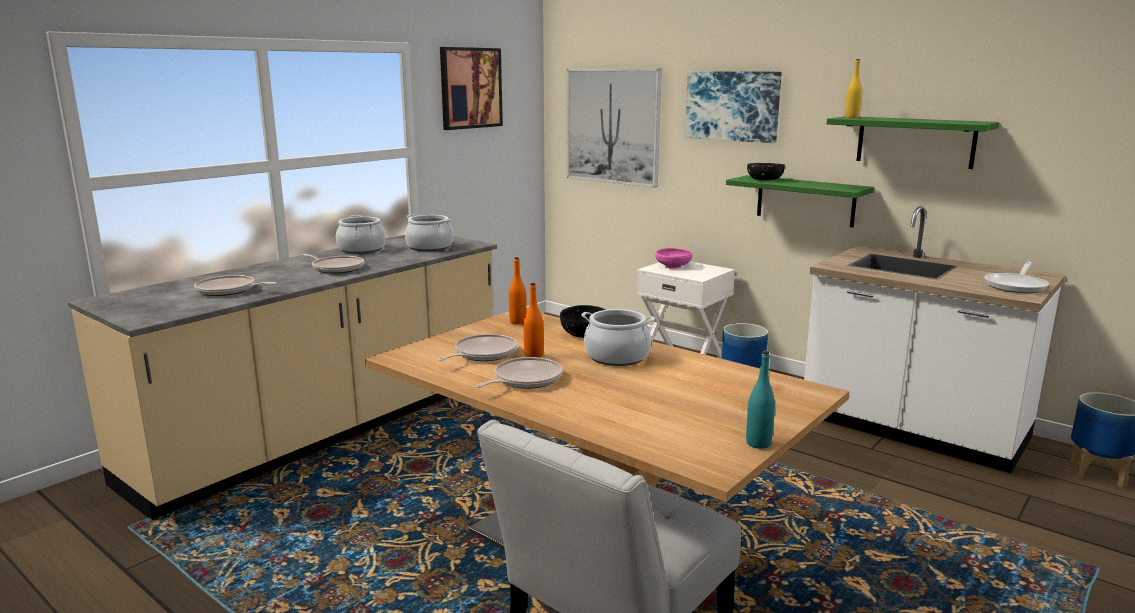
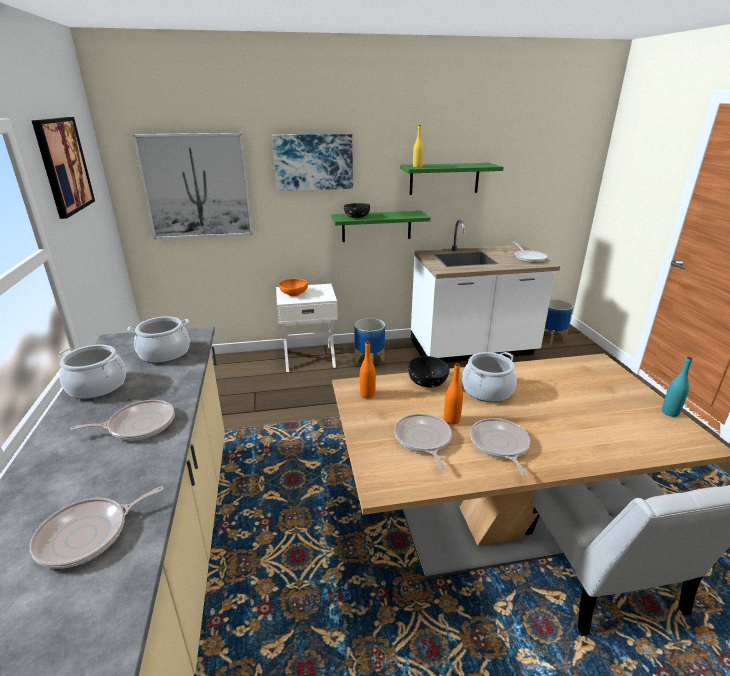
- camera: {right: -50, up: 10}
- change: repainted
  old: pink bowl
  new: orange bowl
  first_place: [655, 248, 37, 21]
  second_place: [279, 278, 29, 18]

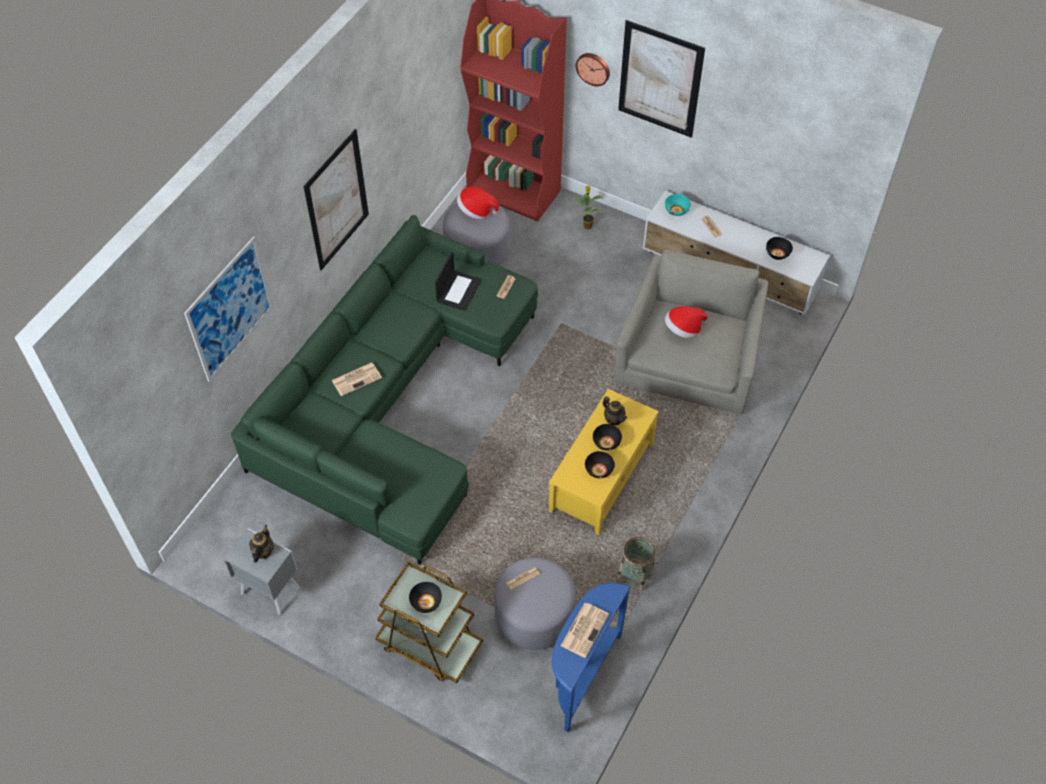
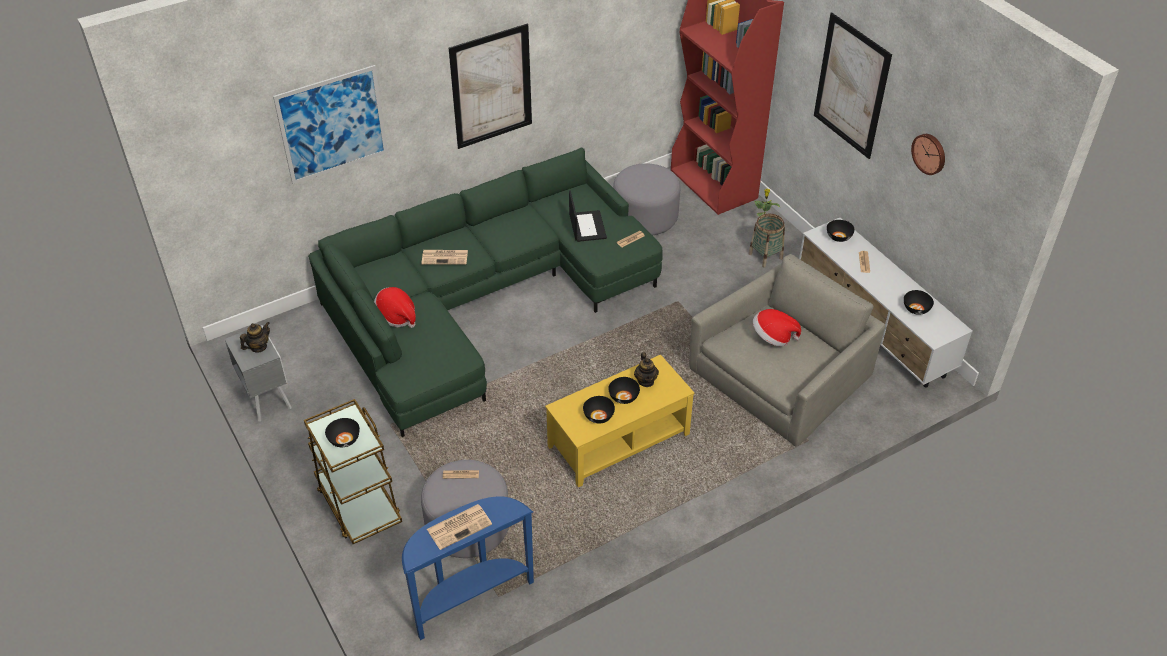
- camera: {right: 30, up: -10}
- change: shifted
  old: hat
  first_place: [457, 187, 42, 32]
  second_place: [374, 287, 42, 41]
- change: rotated
  old: laptop
  first_place: [435, 252, 47, 59]
  second_place: [569, 190, 38, 52]
  degrees: -60
- change: shifted
  old: basket
  first_place: [617, 537, 38, 54]
  second_place: [748, 214, 37, 54]
- change: repainted
  old: turquoise bowl
  new: black bowl
  first_place: [665, 194, 26, 22]
  second_place: [827, 220, 28, 22]
- change: shifted
  old: wall clock
  first_place: [576, 53, 34, 33]
  second_place: [911, 134, 34, 41]

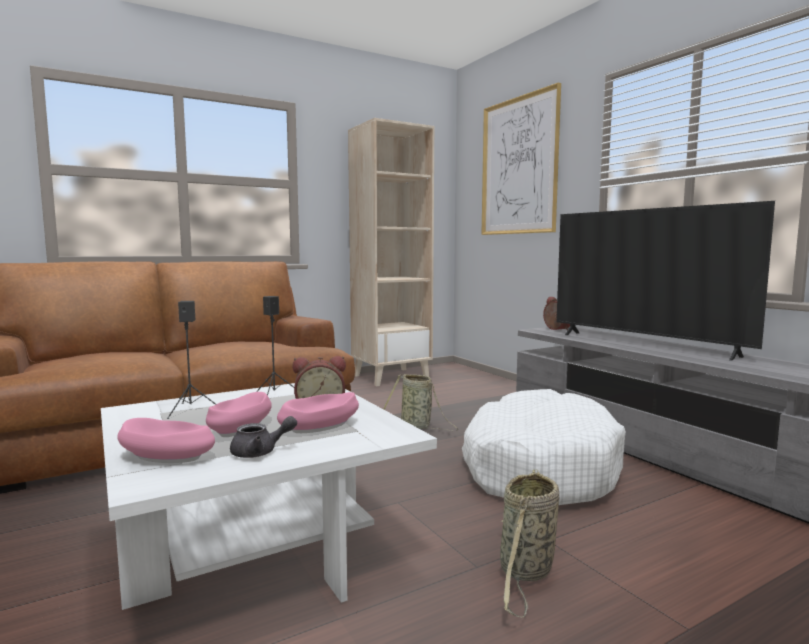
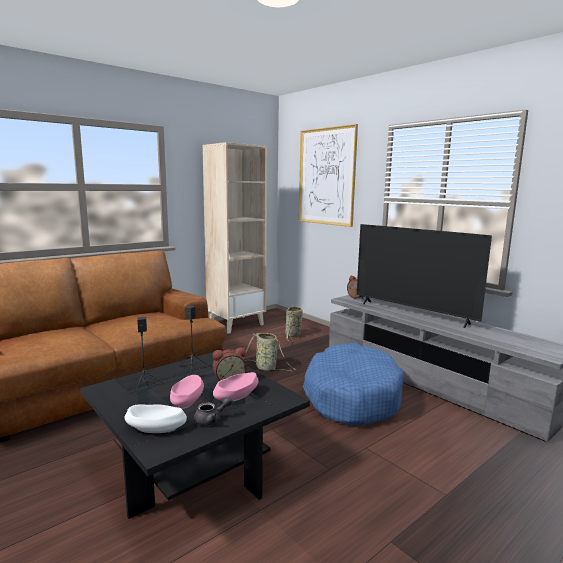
- camera: {right: -10, up: 5}
- change: repainted
  old: white coffee table
  new: black coffee table
  first_place: [101, 383, 336, 227]
  second_place: [80, 352, 230, 167]
- change: repainted
  old: pink bowl
  new: white bowl
  first_place: [117, 418, 98, 45]
  second_place: [125, 404, 62, 29]
- change: shifted
  old: basket
  first_place: [500, 469, 59, 148]
  second_place: [285, 306, 18, 36]
- change: repainted
  old: white dog bed
  new: blue dog bed
  first_place: [462, 389, 164, 116]
  second_place: [303, 343, 101, 83]

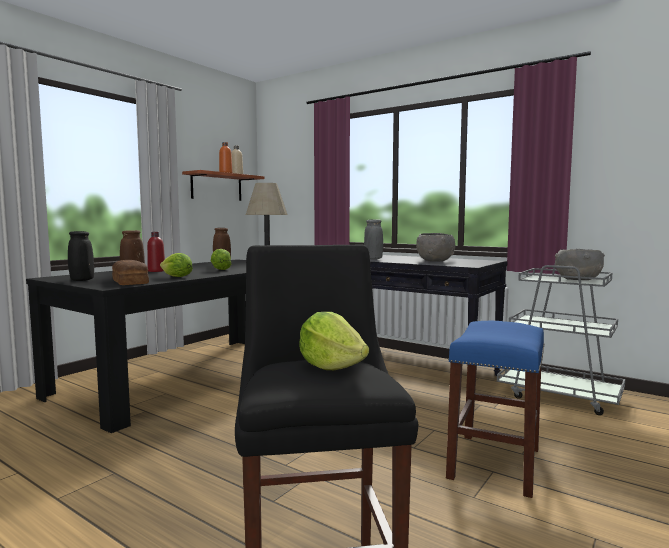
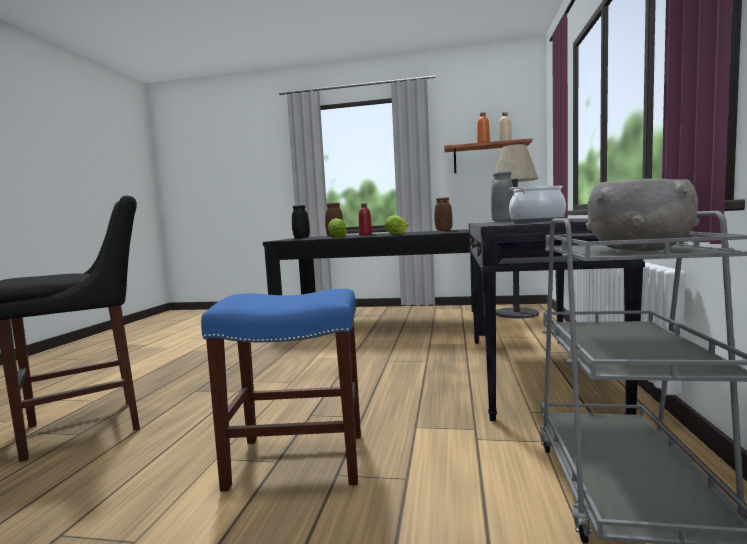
- camera: {right: 65, up: 0}
- change: swapped
  old: grey bowl
  new: cooking pot
  first_place: [416, 233, 39, 28]
  second_place: [509, 186, 57, 37]
- change: gone
  old: bread
  first_place: [112, 260, 37, 25]
- change: gone
  old: lettuce
  first_place: [299, 312, 70, 58]

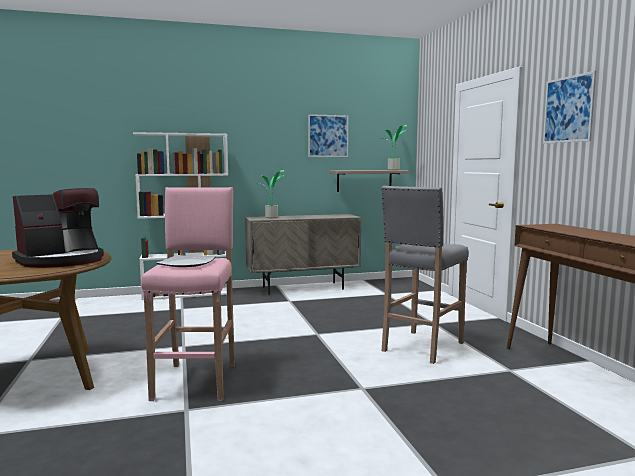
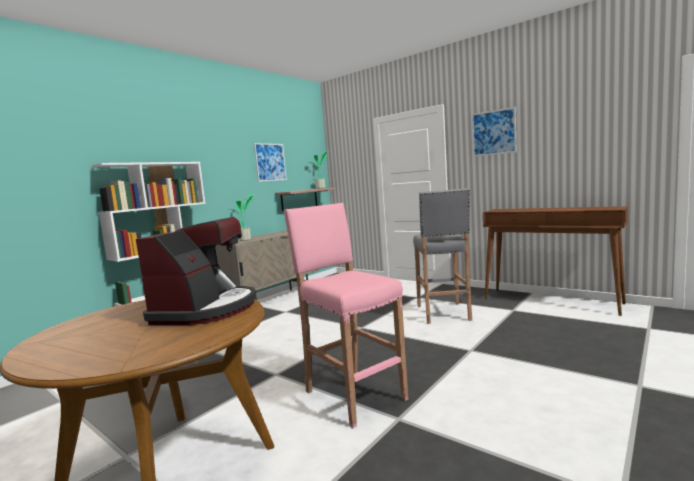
- camera: {right: -35, up: 0}
- change: gone
  old: plate
  first_place: [156, 255, 60, 12]

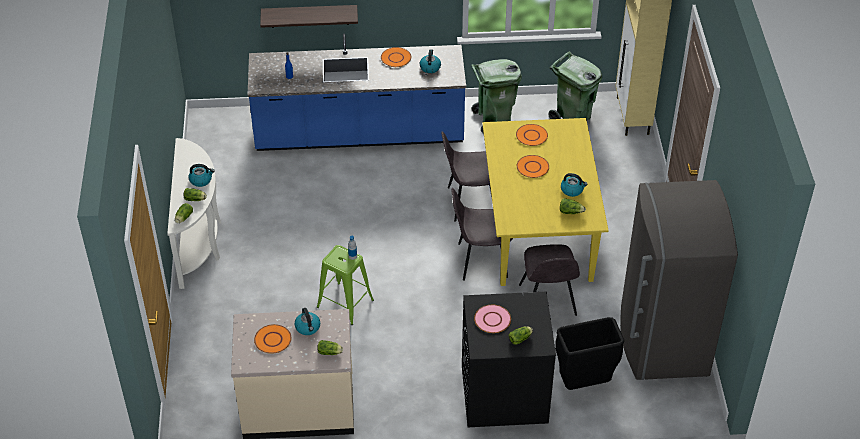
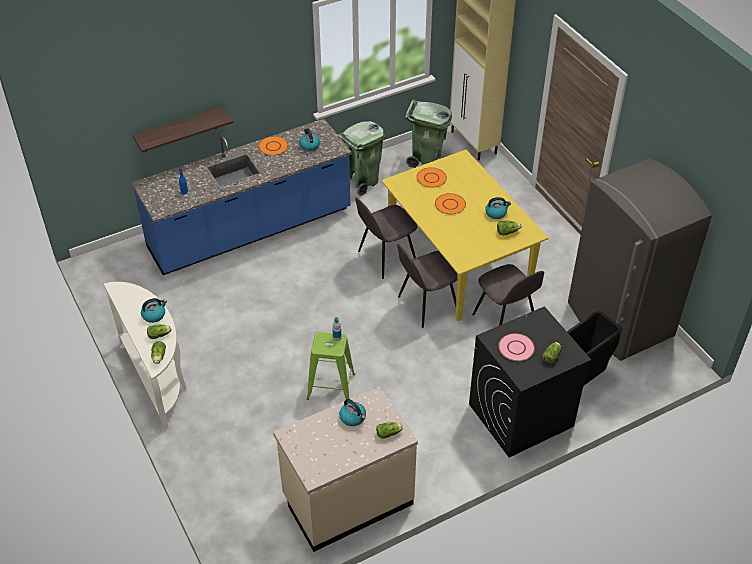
- camera: {right: -25, up: 0}
- change: gone
  old: orange plate
  first_place: [254, 324, 38, 30]

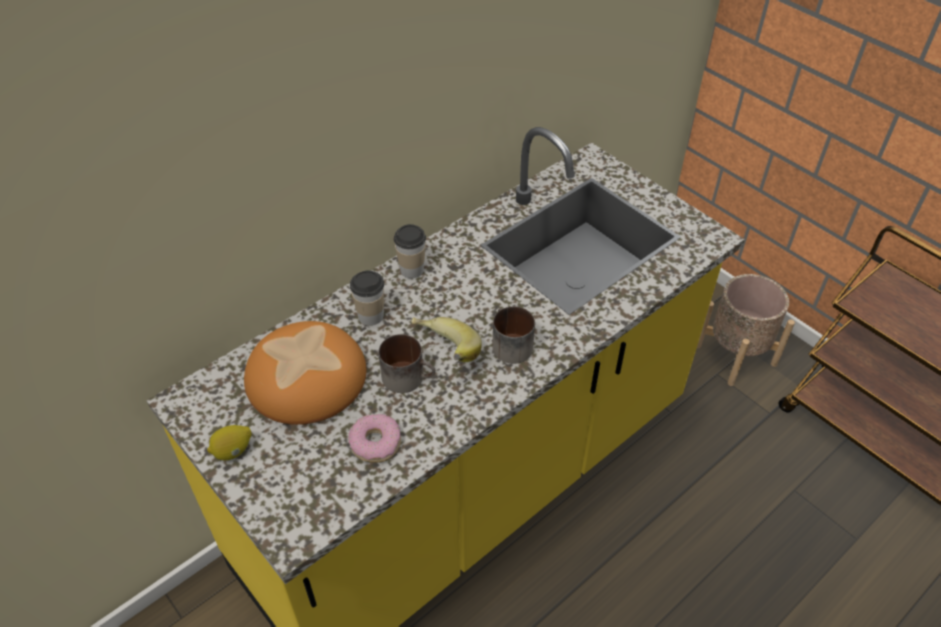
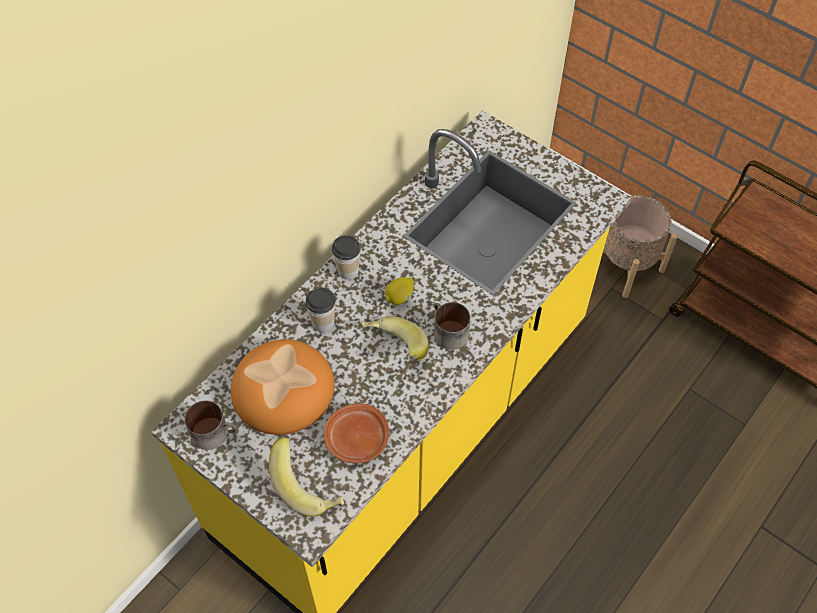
- camera: {right: -10, up: 10}
- change: shifted
  old: mug
  first_place: [379, 334, 57, 59]
  second_place: [184, 401, 53, 49]
- change: new
  new: banana
  second_place: [269, 437, 75, 80]
- change: swapped
  old: donut
  new: brown plate
  first_place: [348, 414, 53, 49]
  second_place: [324, 403, 65, 60]
- change: shifted
  old: lemon
  first_place: [207, 425, 45, 35]
  second_place: [385, 277, 29, 28]

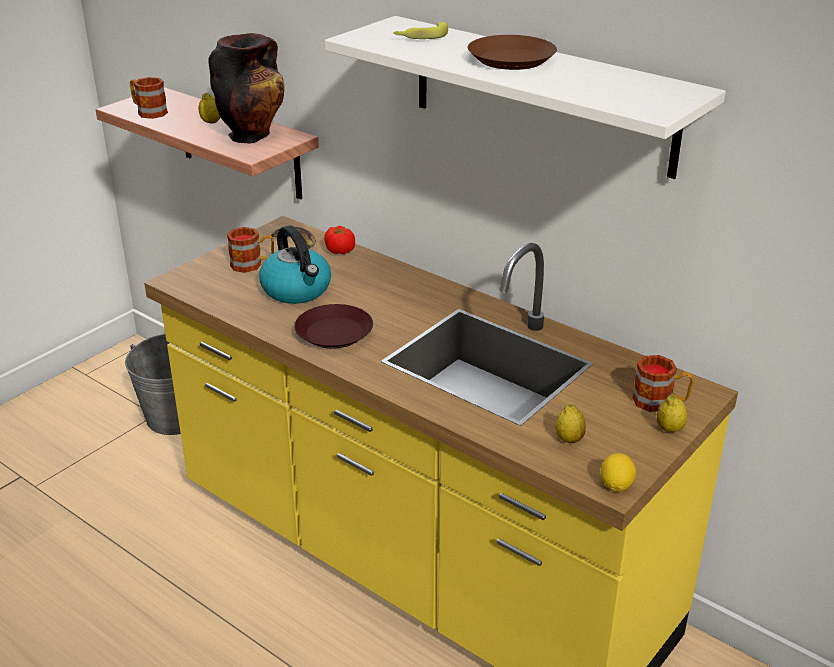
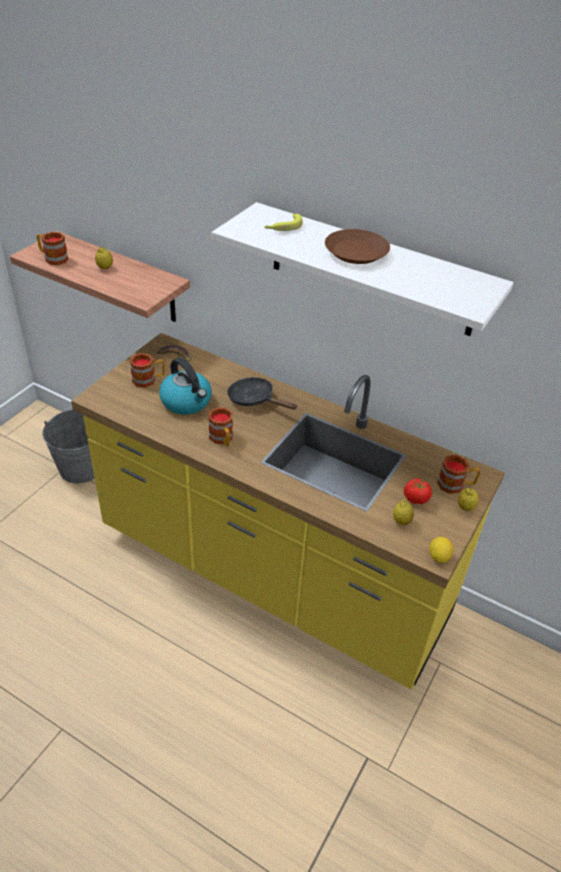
- camera: {right: -10, up: 10}
- change: swapped
  old: brown plate
  new: mug
  first_place: [294, 304, 79, 44]
  second_place: [208, 407, 25, 39]
- change: new
  new: black frying pan
  second_place: [227, 377, 70, 33]
- change: shifted
  old: tomato
  first_place: [324, 226, 31, 28]
  second_place: [404, 478, 28, 26]
- change: gone
  old: vase
  first_place: [208, 33, 77, 110]

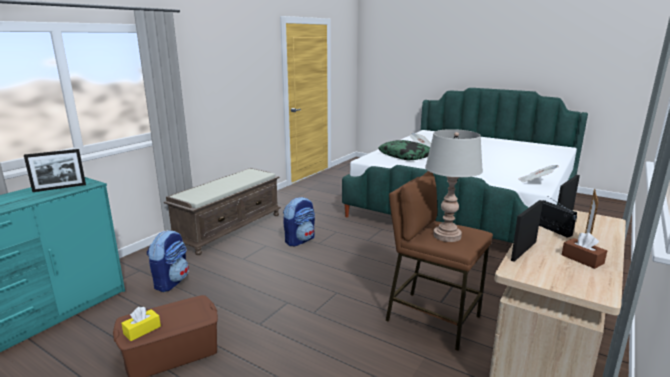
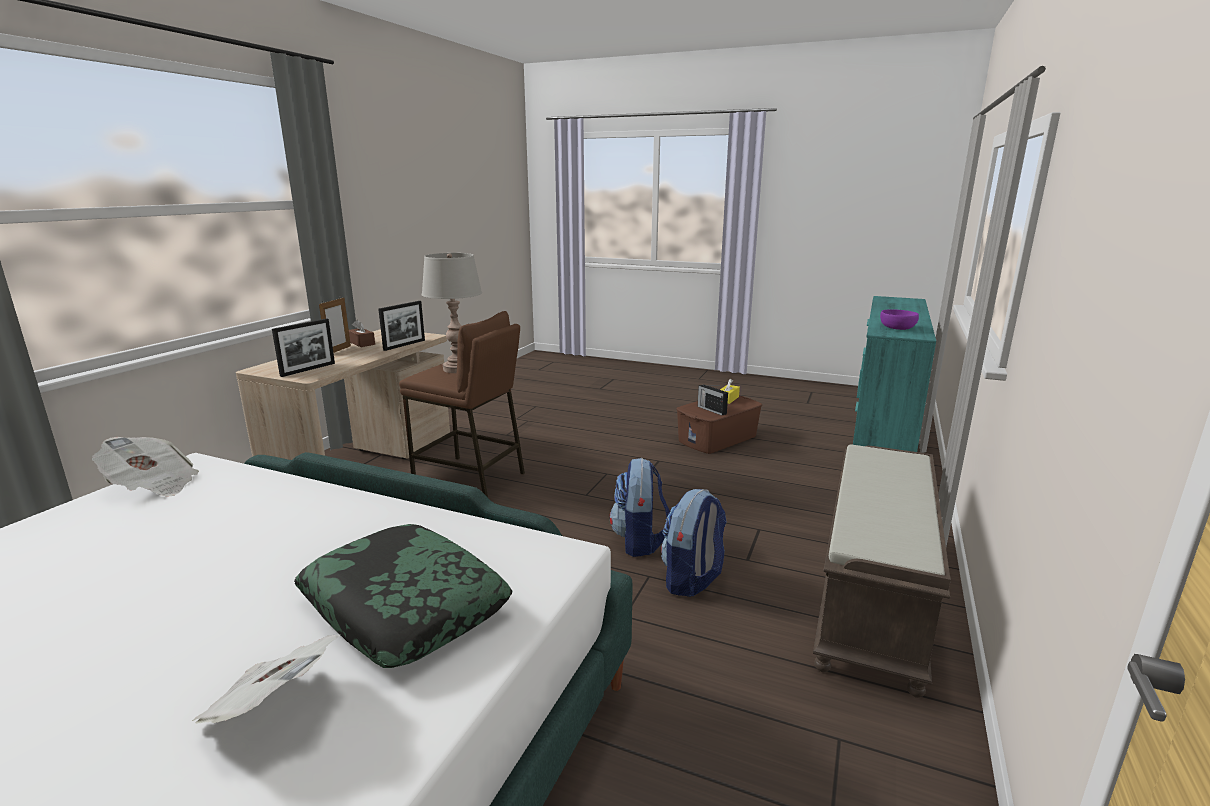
- camera: {right: 170, up: 0}
- change: shifted
  old: backpack
  first_place: [147, 230, 42, 62]
  second_place: [610, 458, 60, 99]
- change: shifted
  old: radio
  first_place: [539, 197, 38, 41]
  second_place: [698, 384, 30, 31]
- change: swapped
  old: picture frame
  new: purple bowl
  first_place: [24, 149, 62, 43]
  second_place: [880, 309, 39, 21]

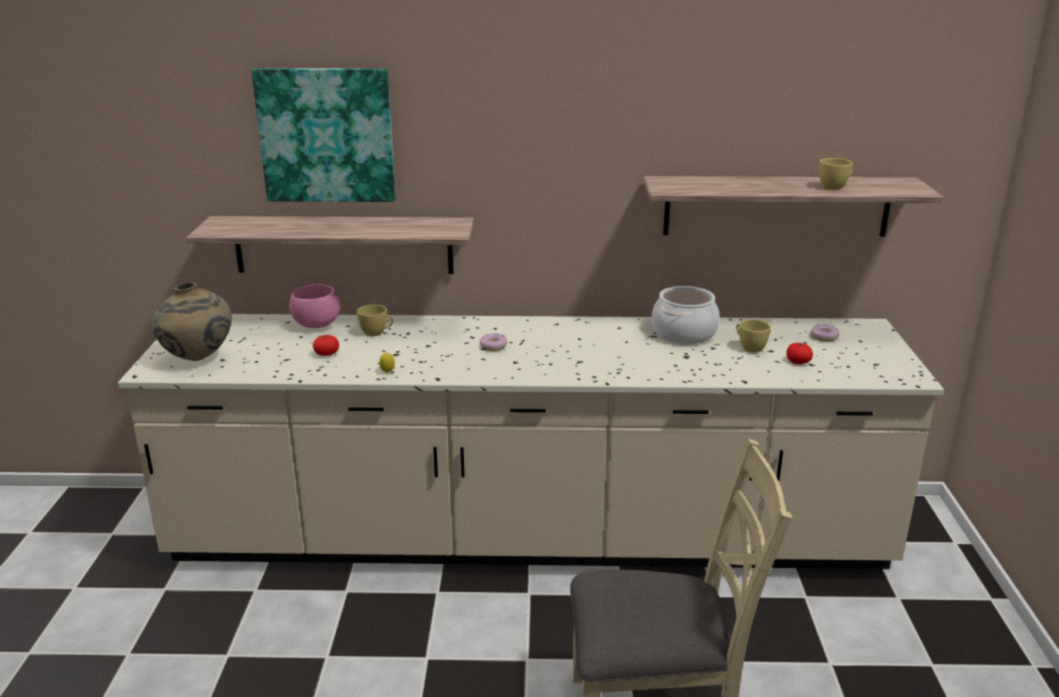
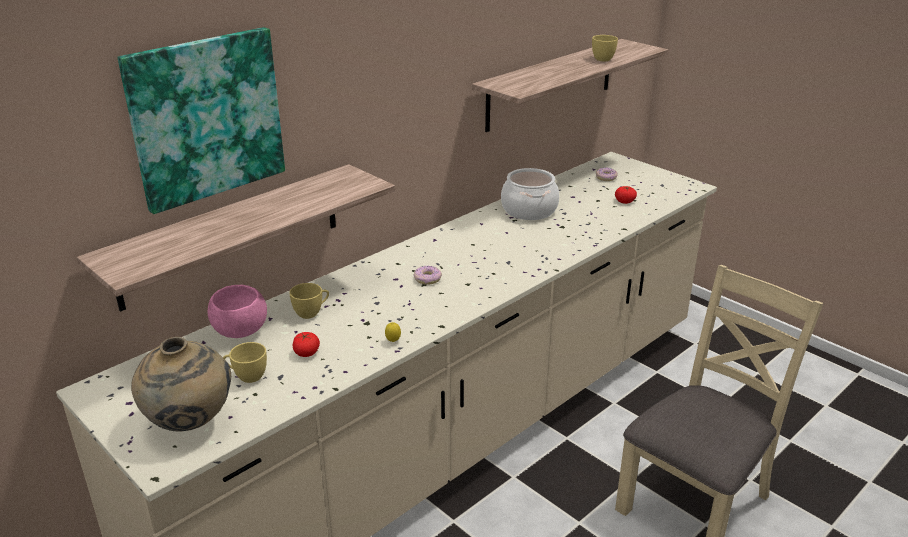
- camera: {right: -45, up: 5}
- change: shifted
  old: yellow cup
  first_place: [736, 319, 35, 34]
  second_place: [223, 342, 44, 41]

